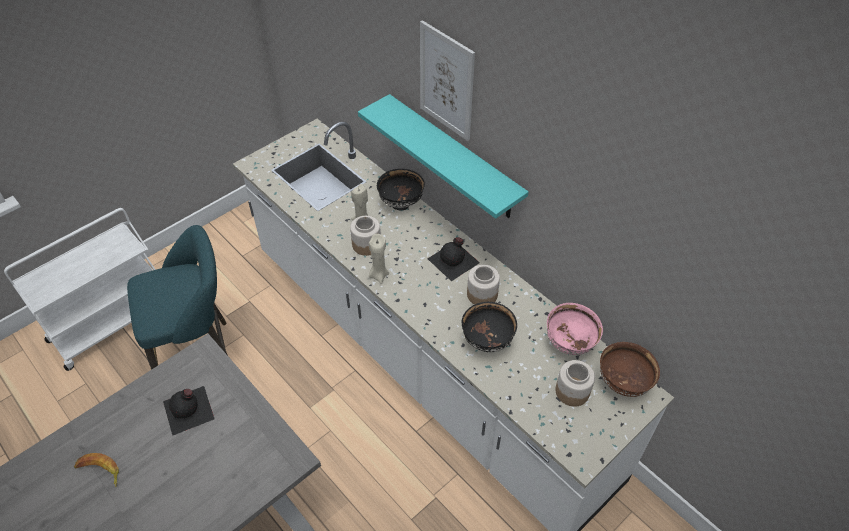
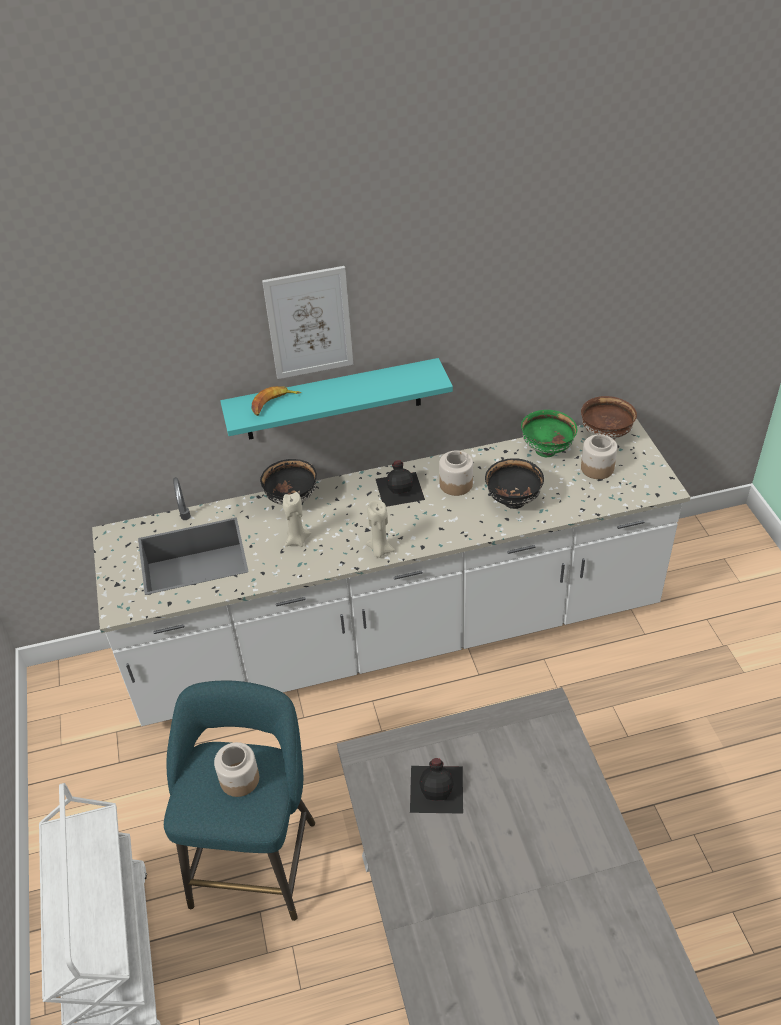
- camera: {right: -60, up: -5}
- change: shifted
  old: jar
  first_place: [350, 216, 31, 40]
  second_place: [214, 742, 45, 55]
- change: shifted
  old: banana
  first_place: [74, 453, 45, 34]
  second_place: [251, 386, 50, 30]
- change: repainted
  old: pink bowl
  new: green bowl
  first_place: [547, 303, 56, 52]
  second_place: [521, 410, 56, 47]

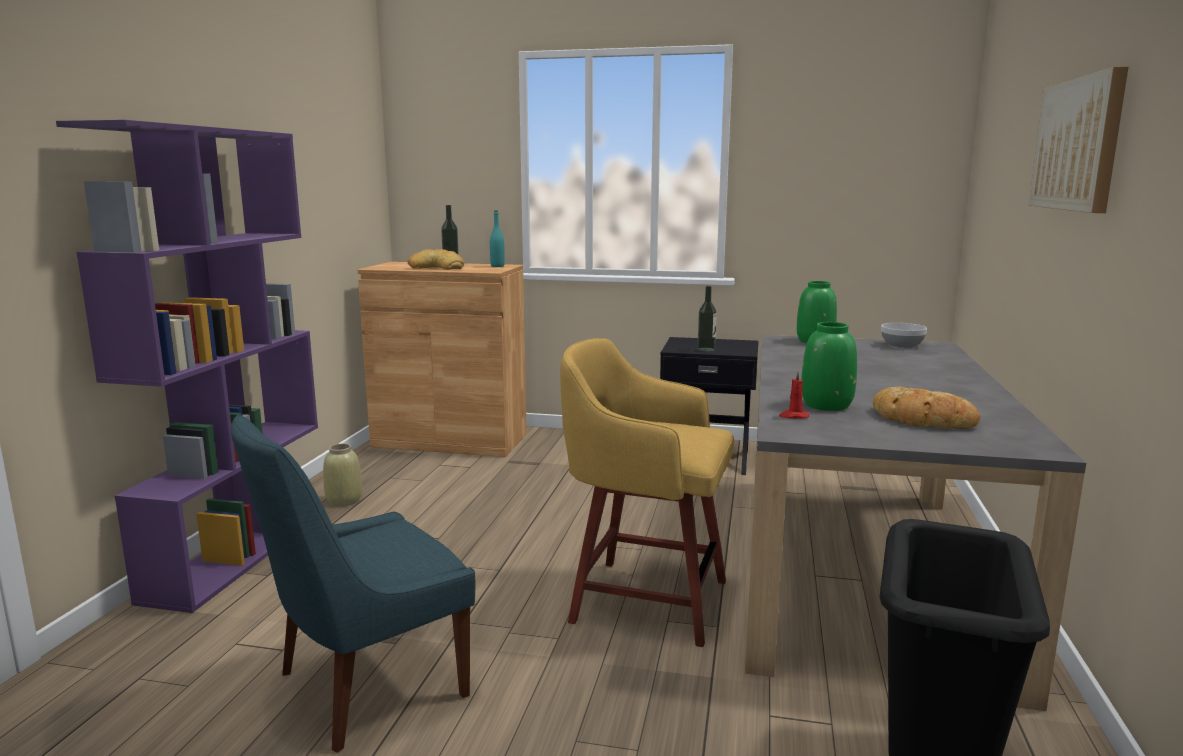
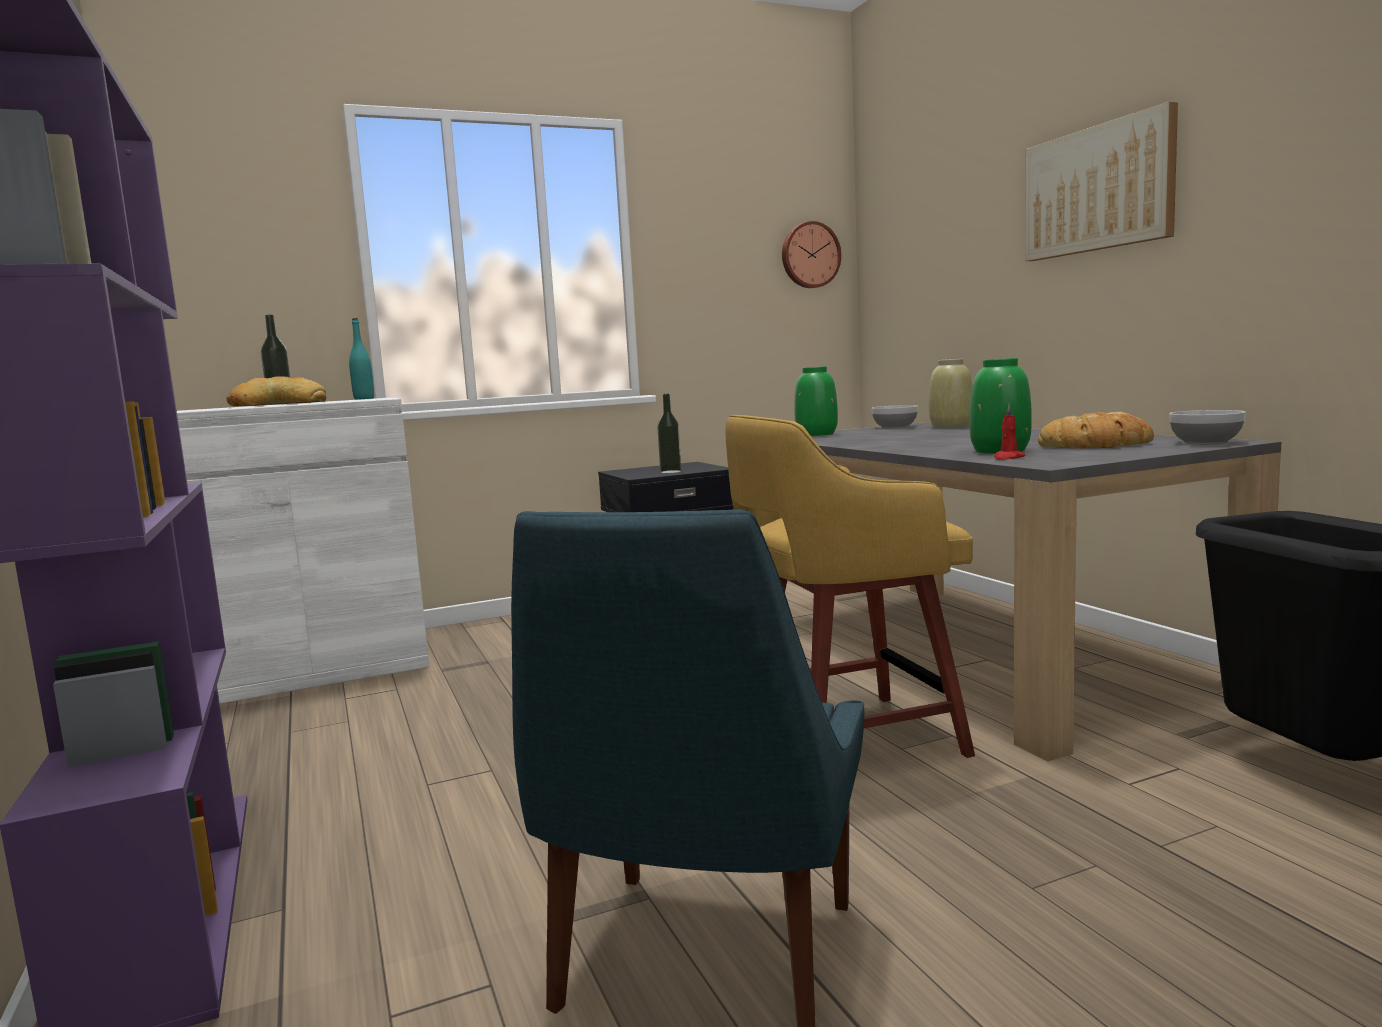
- camera: {right: -35, up: -5}
- change: repainted
  old: brown cabinet
  new: white cabinet
  first_place: [358, 262, 169, 195]
  second_place: [177, 398, 252, 306]
- change: new
  new: wall clock
  second_place: [782, 221, 59, 67]
- change: shifted
  old: beige vase
  first_place: [323, 443, 39, 63]
  second_place: [929, 359, 43, 70]
- change: new
  new: bowl
  second_place: [1169, 410, 77, 35]

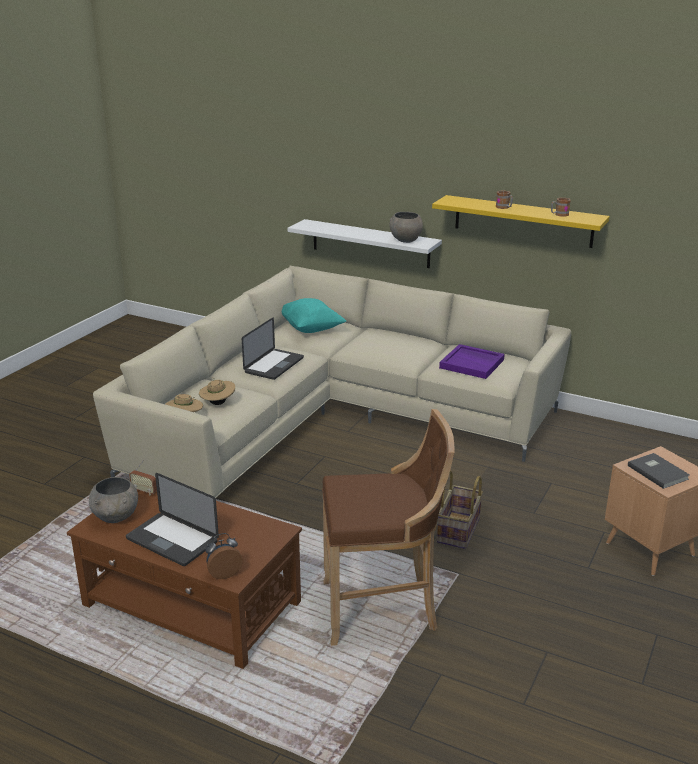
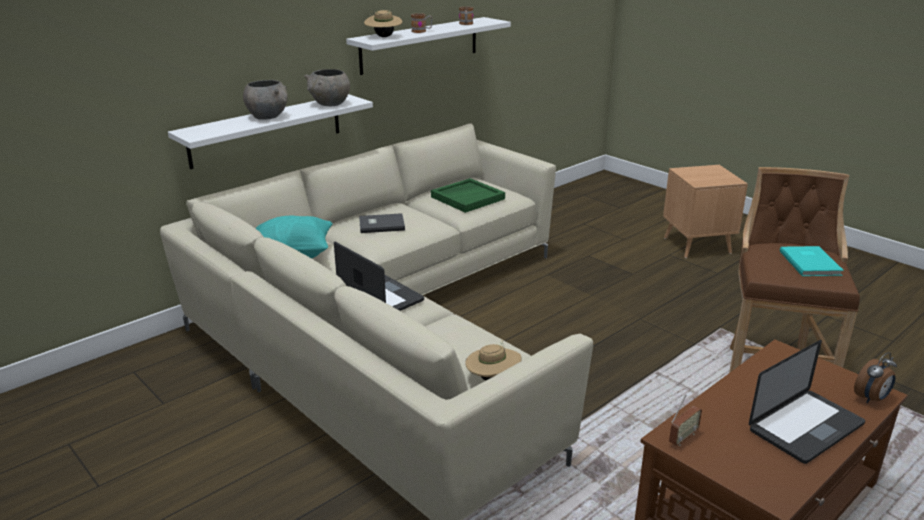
- camera: {right: -70, up: 0}
- change: shifted
  old: grey bowl
  first_place: [89, 477, 49, 46]
  second_place: [243, 80, 45, 40]
- change: repainted
  old: yellow shelf
  new: white shelf
  first_place: [432, 195, 178, 53]
  second_place: [346, 17, 165, 58]
- change: shifted
  old: grey book
  first_place: [628, 453, 62, 36]
  second_place: [359, 213, 46, 20]
- change: shifted
  old: beige hat
  first_place: [199, 377, 36, 28]
  second_place: [364, 10, 39, 27]
- change: repainted
  old: purple tray
  new: green tray
  first_place: [439, 344, 66, 35]
  second_place: [431, 178, 74, 35]
- change: new
  new: turquoise book
  second_place: [780, 246, 64, 30]
- change: rotated
  old: alarm clock
  first_place: [205, 533, 38, 46]
  second_place: [854, 352, 43, 51]
  degrees: -120
- change: gone
  old: basket
  first_place: [437, 470, 46, 79]

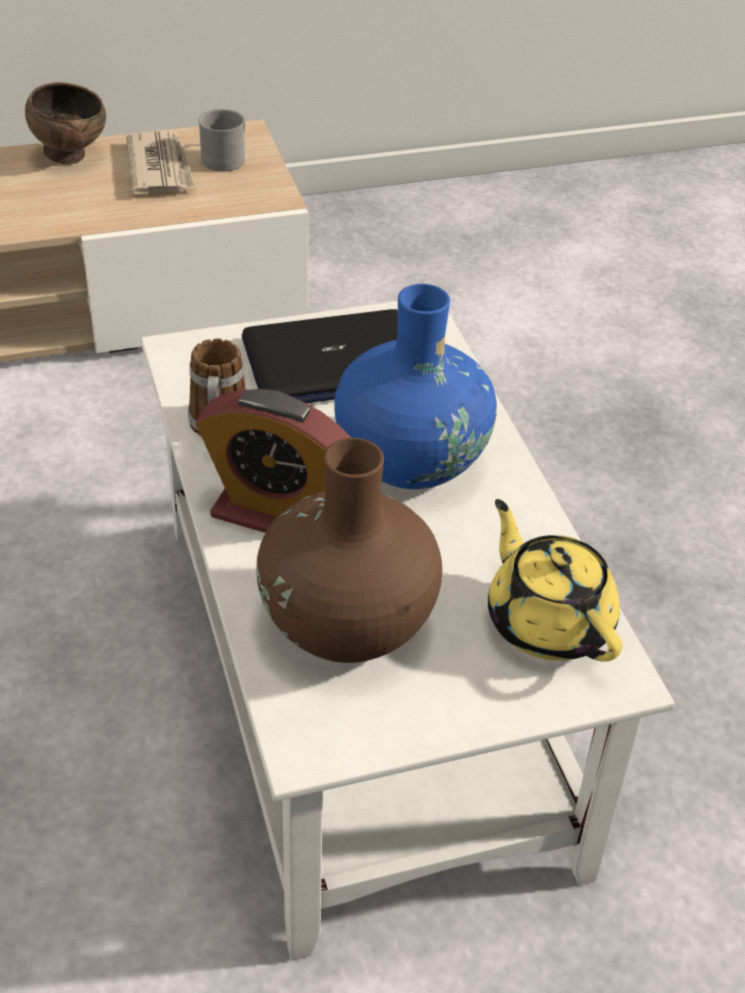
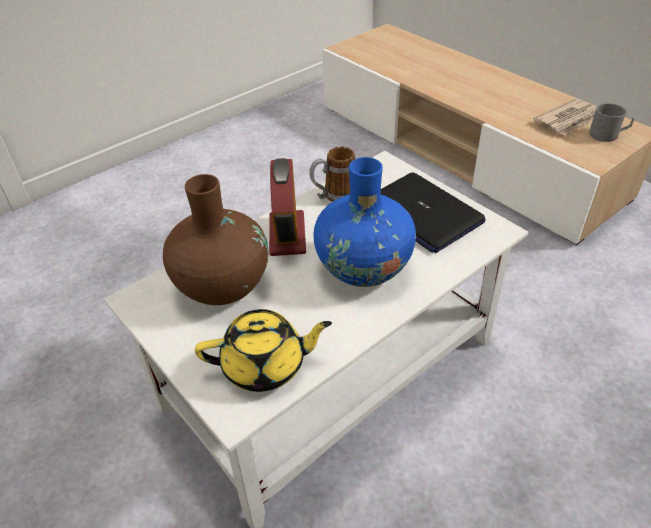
- camera: {right: 70, up: 0}
- change: rotated
  old: yellow teapot
  first_place: [488, 499, 134, 163]
  second_place: [195, 309, 137, 83]
  degrees: 45
- change: gone
  old: brown bowl
  first_place: [25, 82, 81, 83]

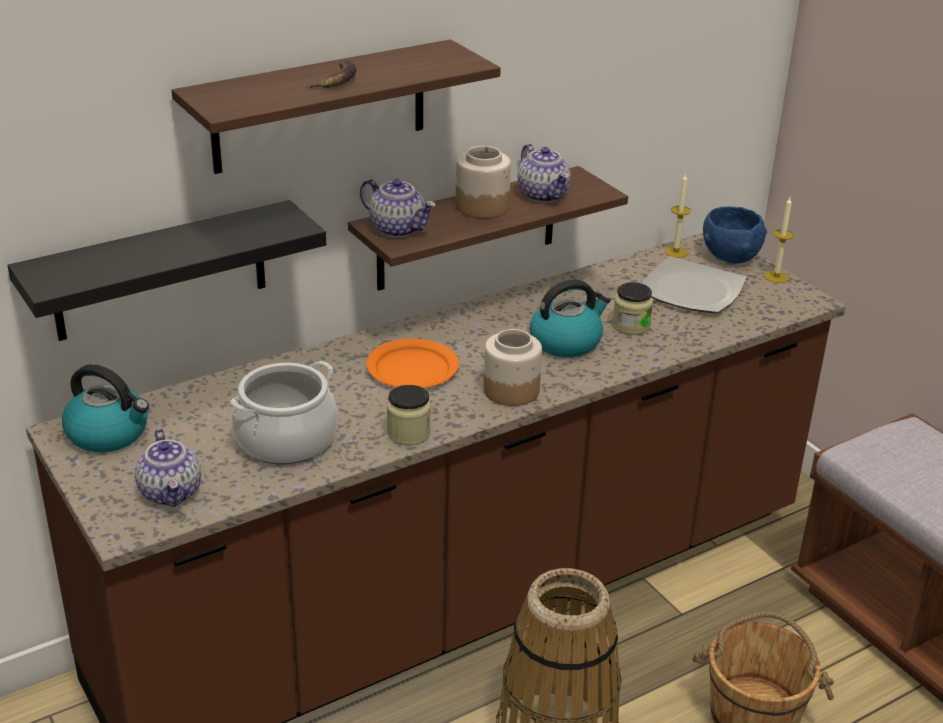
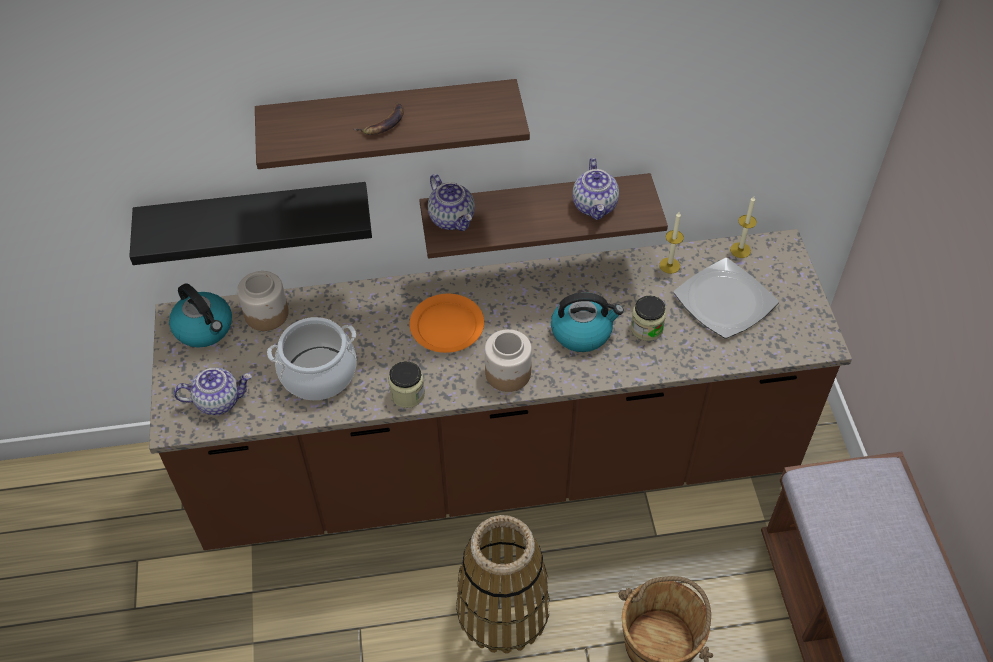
- camera: {right: 25, up: 20}
- change: rotated
  old: teapot
  first_place: [135, 429, 66, 78]
  second_place: [174, 368, 78, 47]
  degrees: -105
- change: shifted
  old: jar
  first_place: [456, 146, 55, 72]
  second_place: [237, 271, 52, 60]
- change: shifted
  old: candle
  first_place: [765, 198, 29, 85]
  second_place: [659, 212, 25, 62]
- change: gone
  old: blue bowl
  first_place: [703, 206, 64, 58]

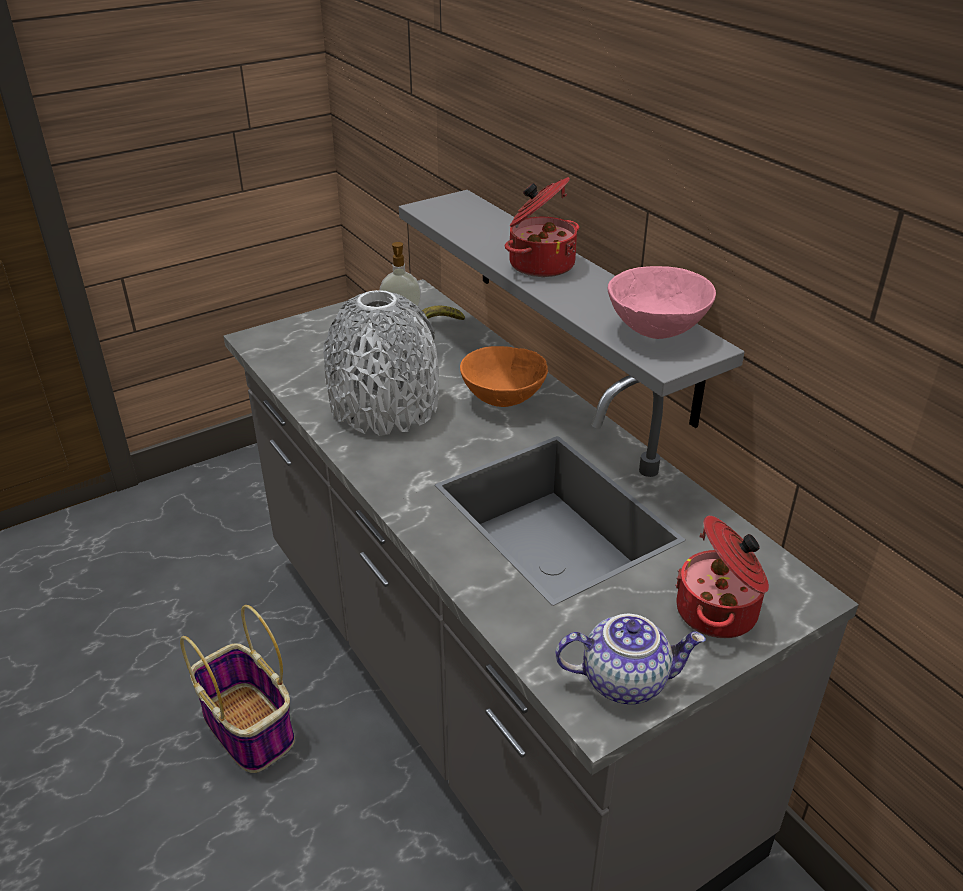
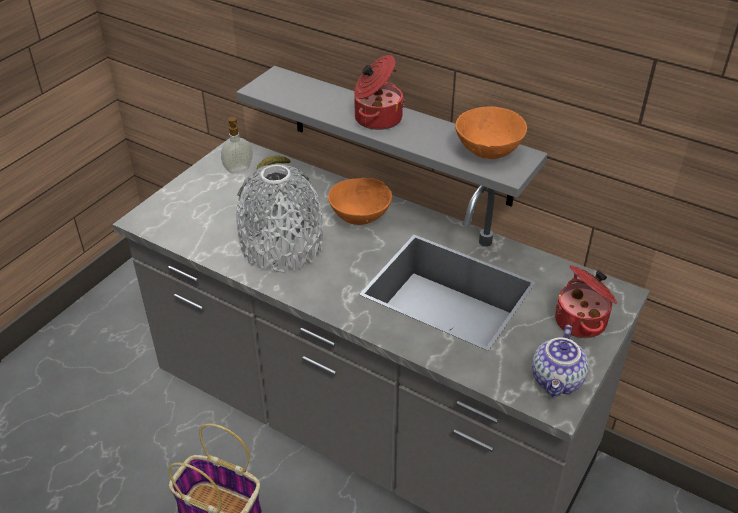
- camera: {right: -25, up: 5}
- change: repainted
  old: pink bowl
  new: orange bowl
  first_place: [608, 266, 108, 73]
  second_place: [455, 107, 72, 52]
- change: rotated
  old: teapot
  first_place: [555, 614, 151, 90]
  second_place: [532, 325, 57, 72]
  degrees: 135

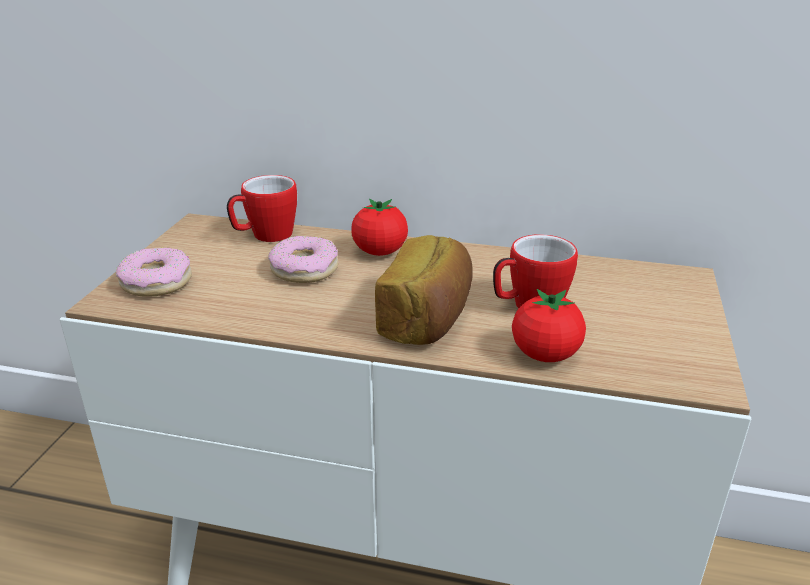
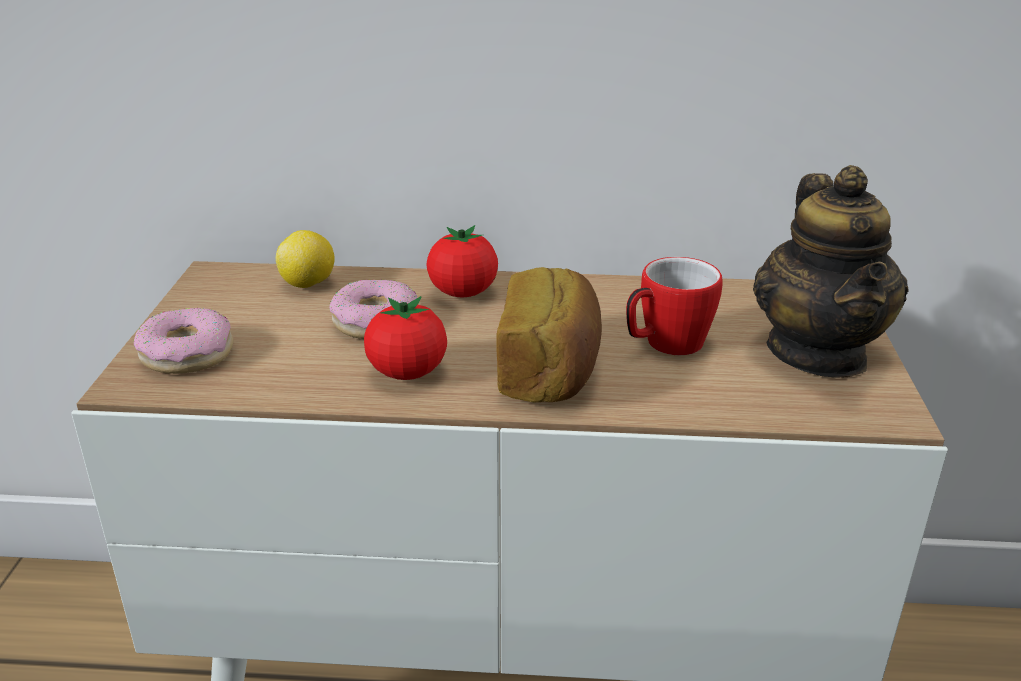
- camera: {right: -10, up: 0}
- change: swapped
  old: mug
  new: lemon
  first_place: [227, 175, 70, 67]
  second_place: [276, 230, 59, 58]
- change: shifted
  old: tomato
  first_place: [512, 289, 74, 73]
  second_place: [364, 296, 83, 84]
- change: new
  new: teapot
  second_place: [753, 165, 156, 213]

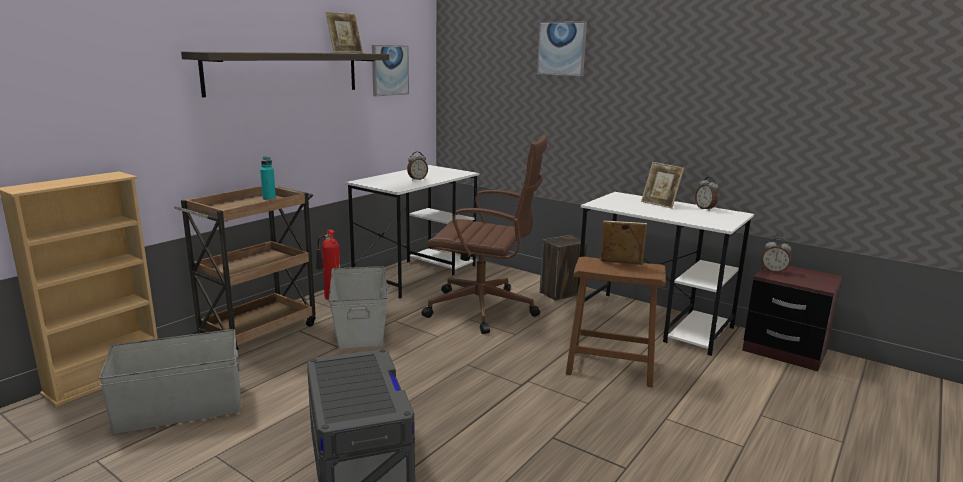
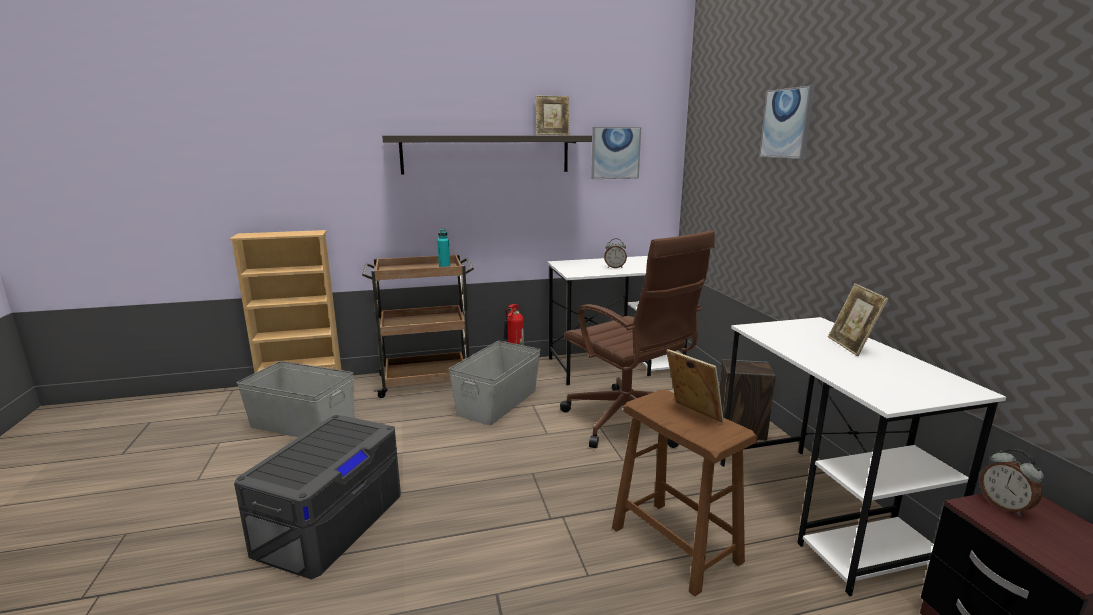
- camera: {right: 40, up: 0}
- change: gone
  old: alarm clock
  first_place: [695, 177, 24, 34]

